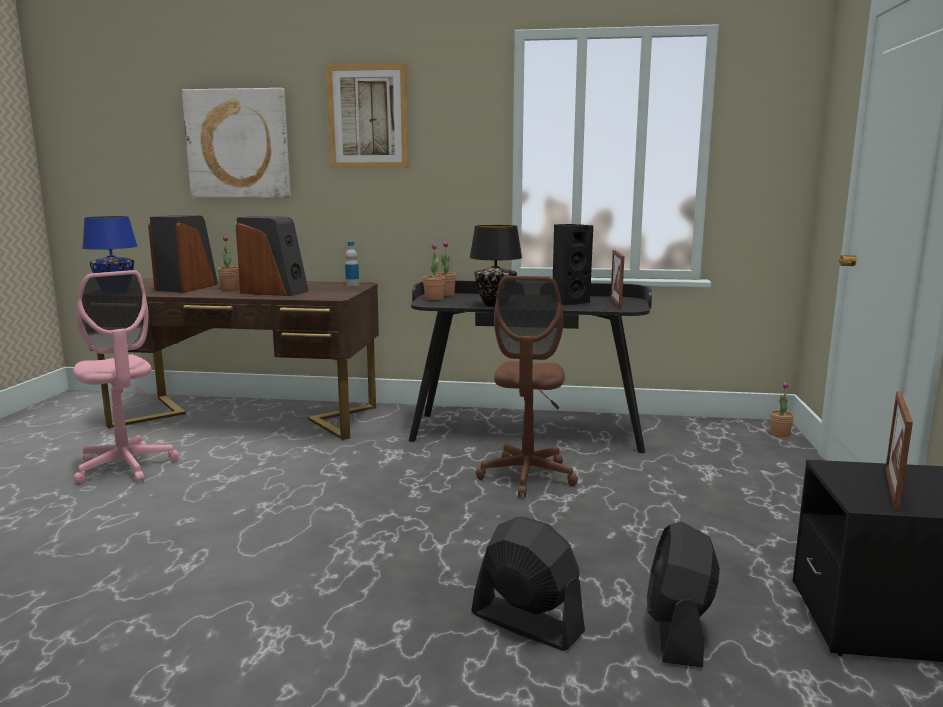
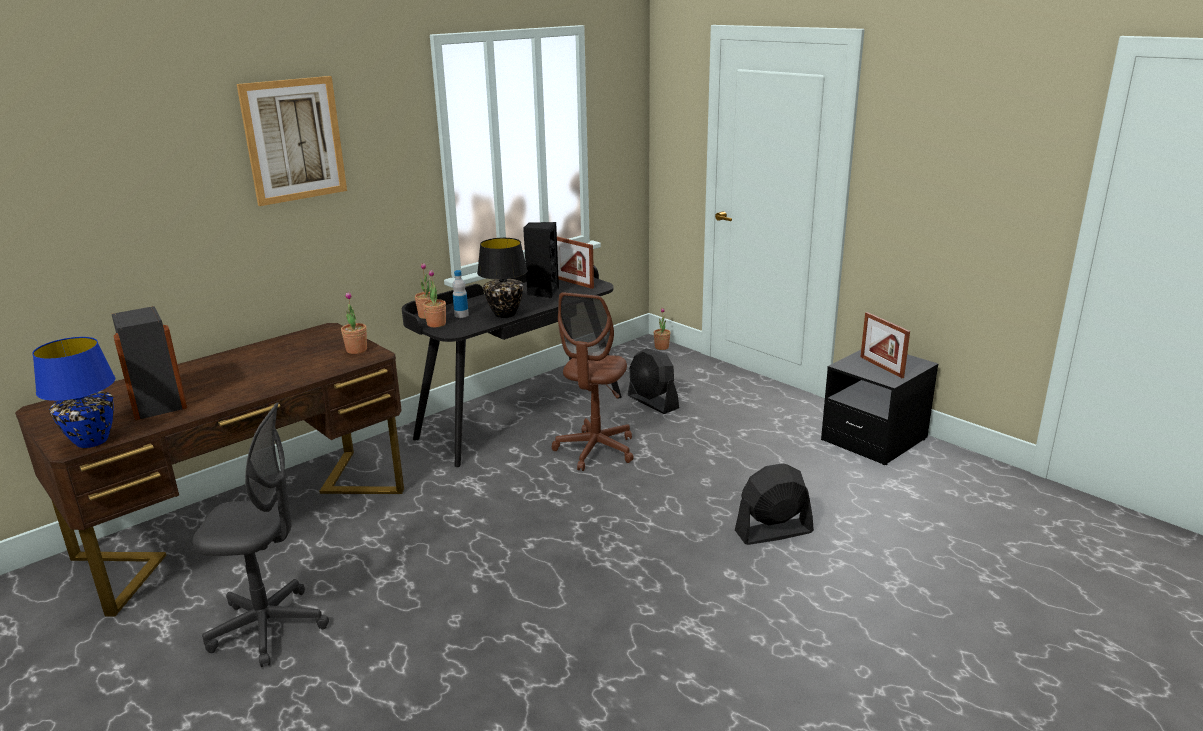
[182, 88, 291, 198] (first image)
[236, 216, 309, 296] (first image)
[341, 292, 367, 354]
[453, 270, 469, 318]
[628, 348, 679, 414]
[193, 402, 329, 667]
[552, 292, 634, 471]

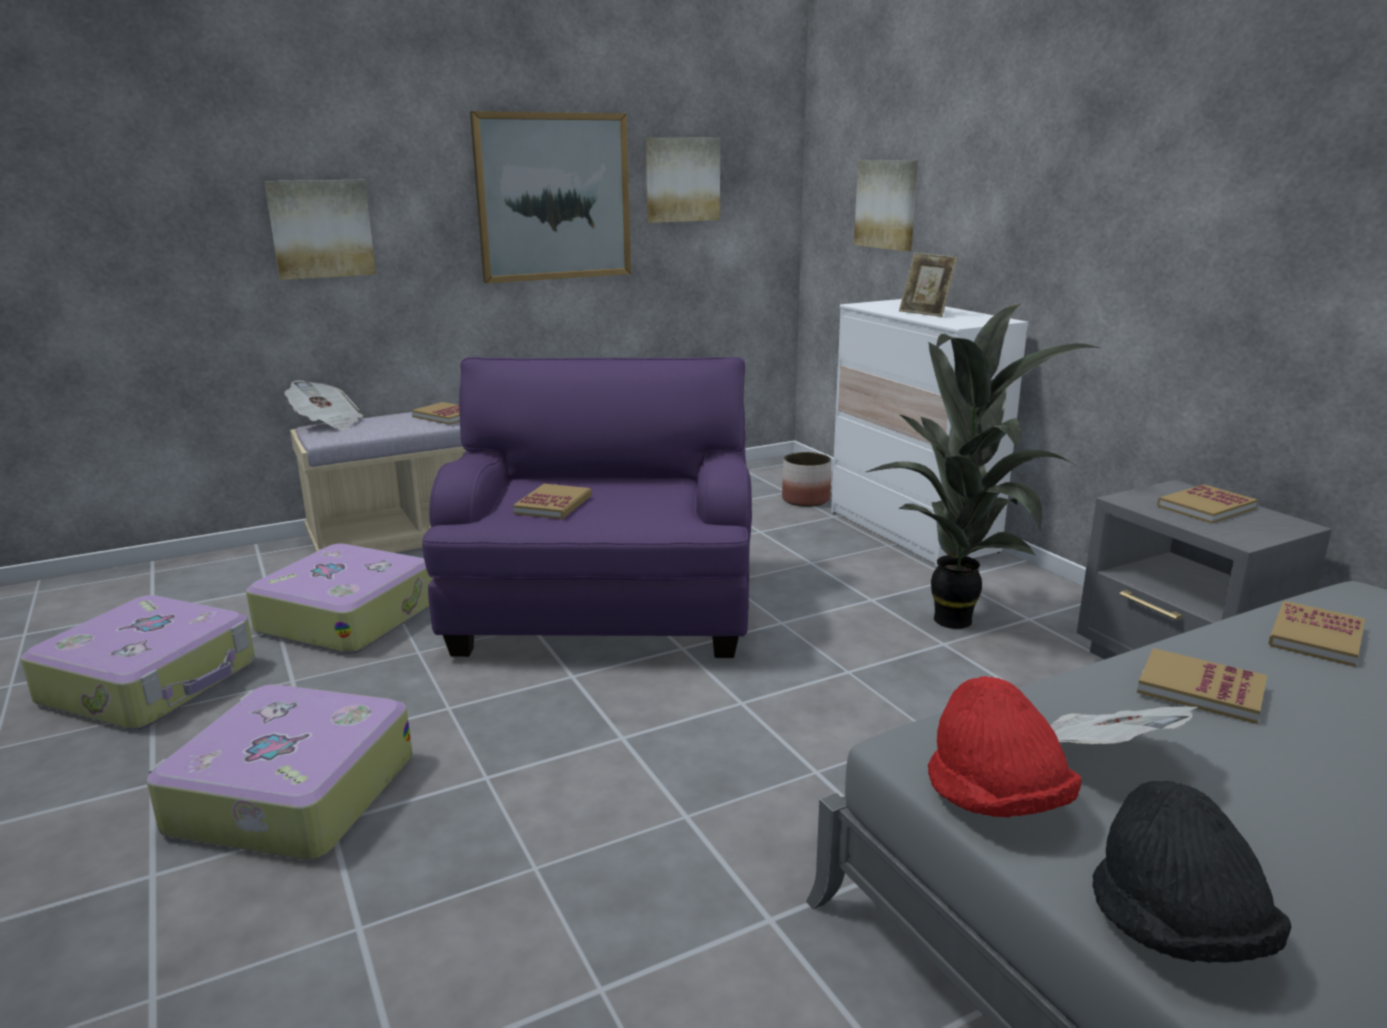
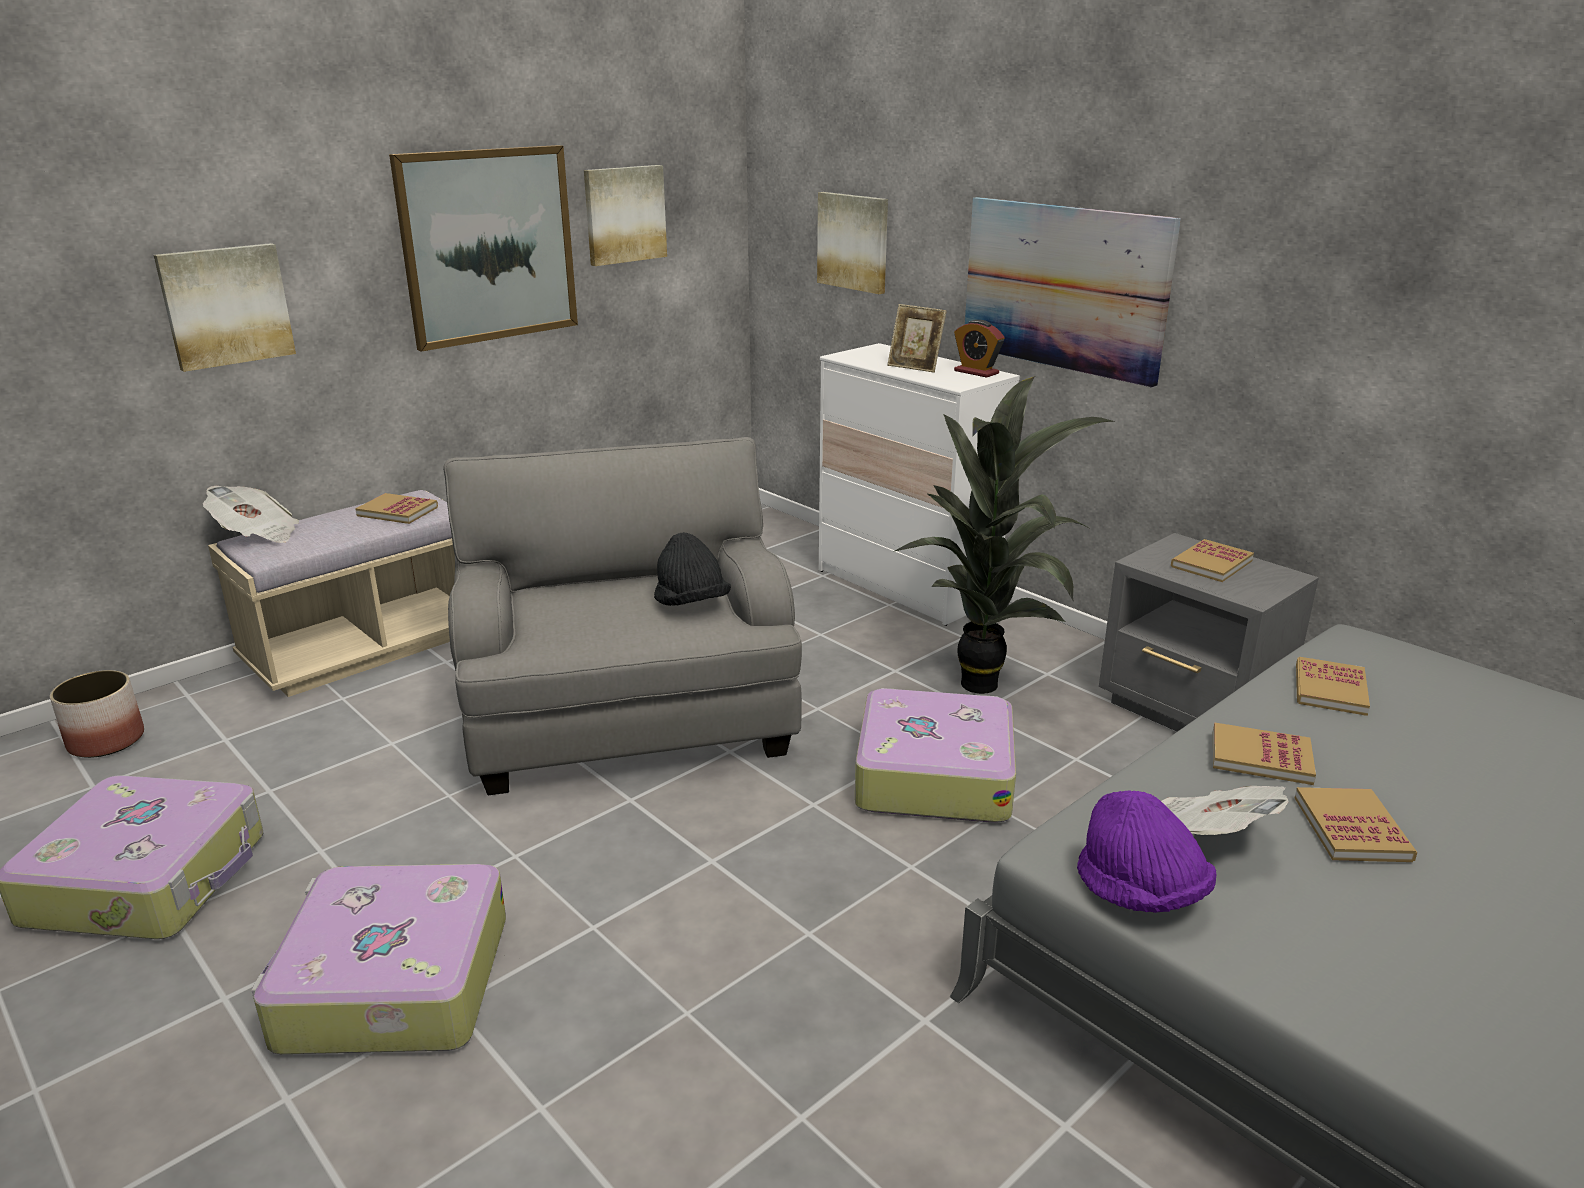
[954, 320, 1005, 378]
[965, 197, 1181, 387]
[855, 688, 1016, 823]
[1295, 787, 1418, 862]
[50, 670, 144, 758]
[654, 532, 731, 606]
[443, 437, 802, 795]
[1077, 791, 1217, 913]

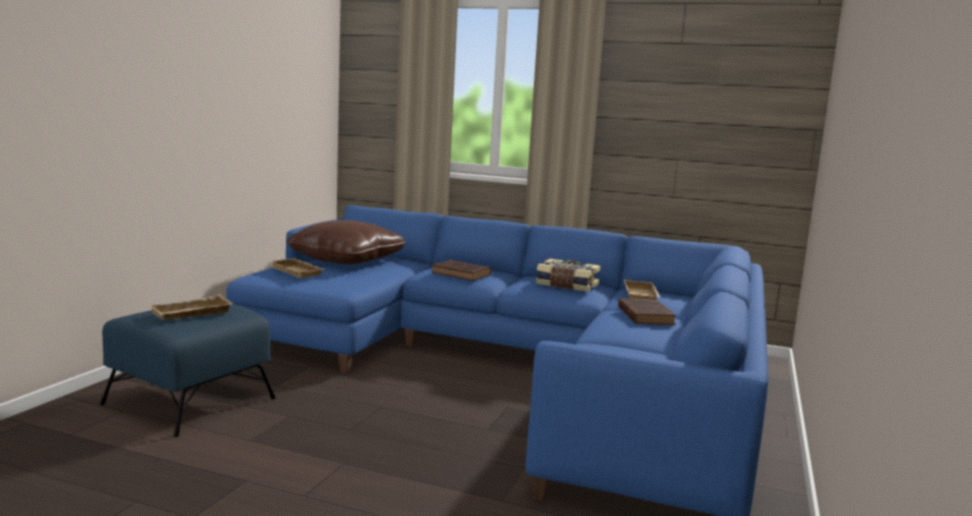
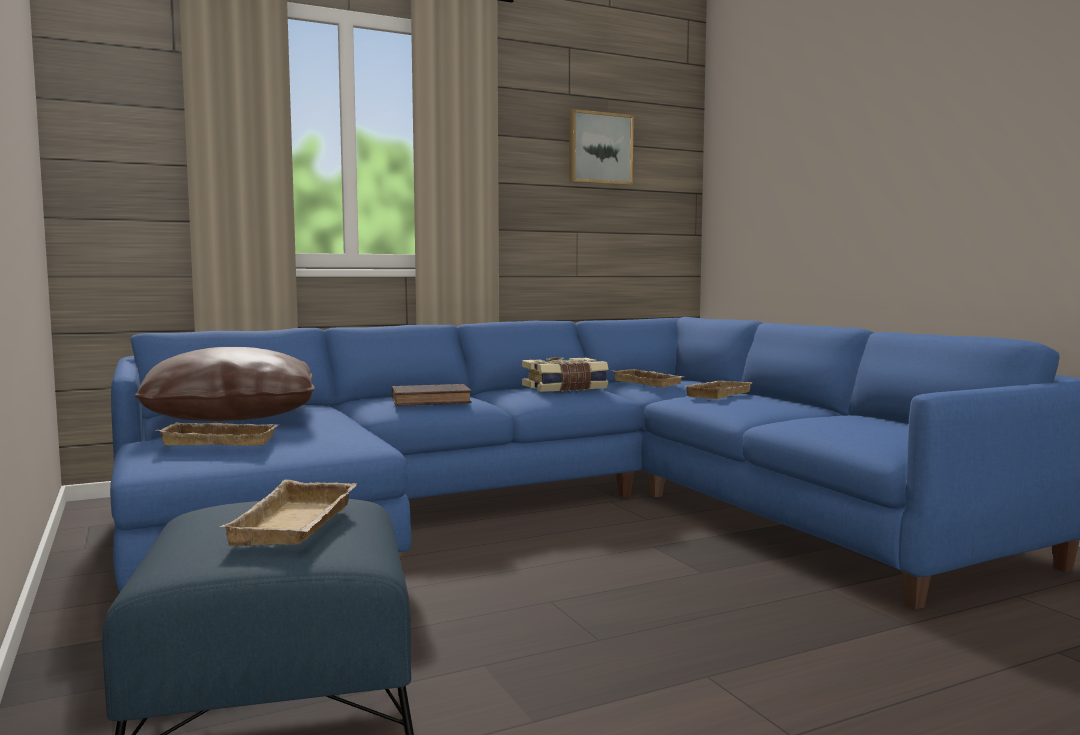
[569, 109, 634, 185]
[685, 381, 753, 399]

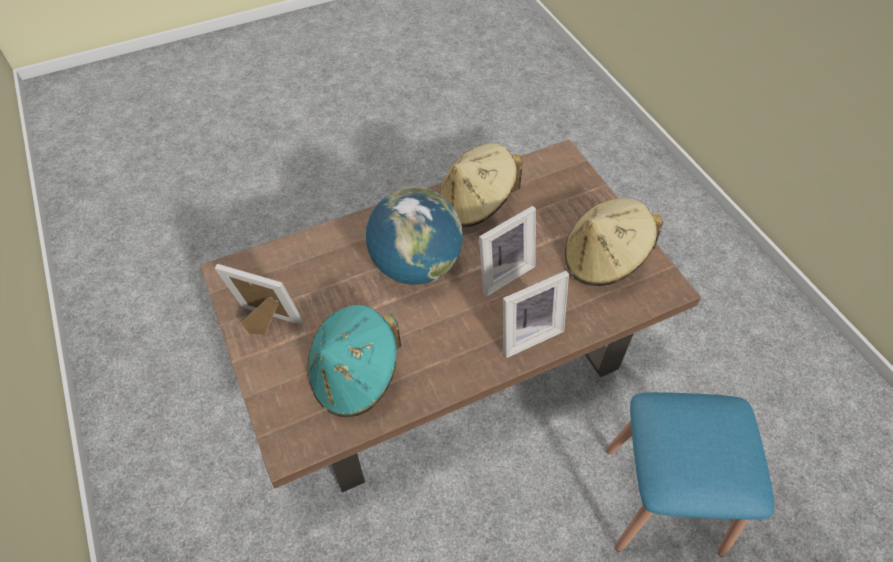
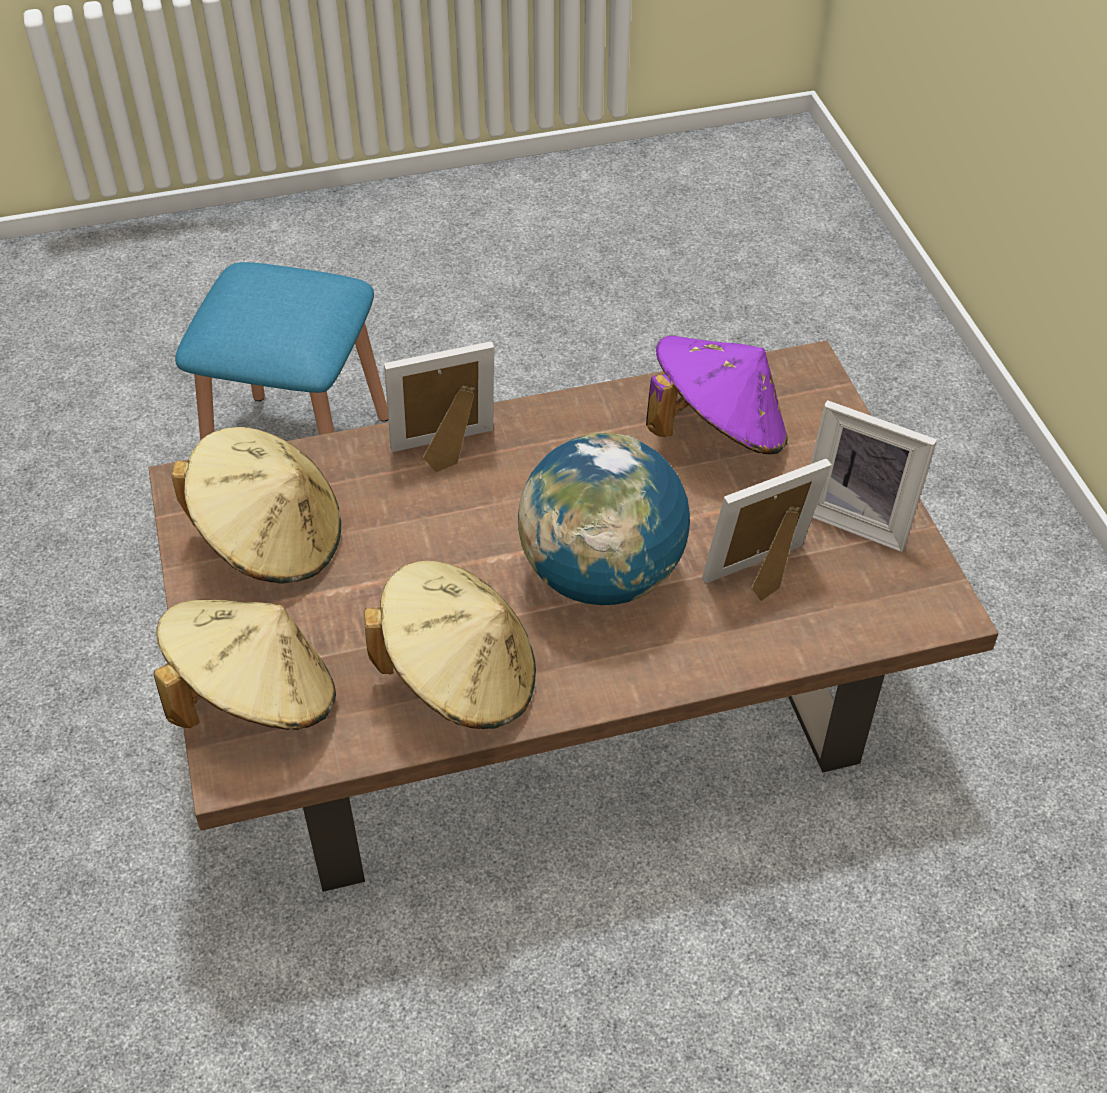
[154, 600, 336, 730]
[702, 459, 832, 601]
[646, 336, 788, 454]

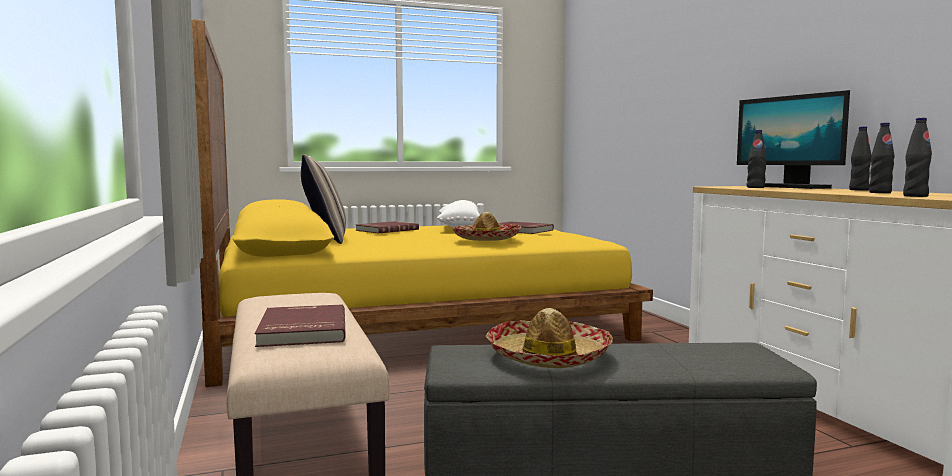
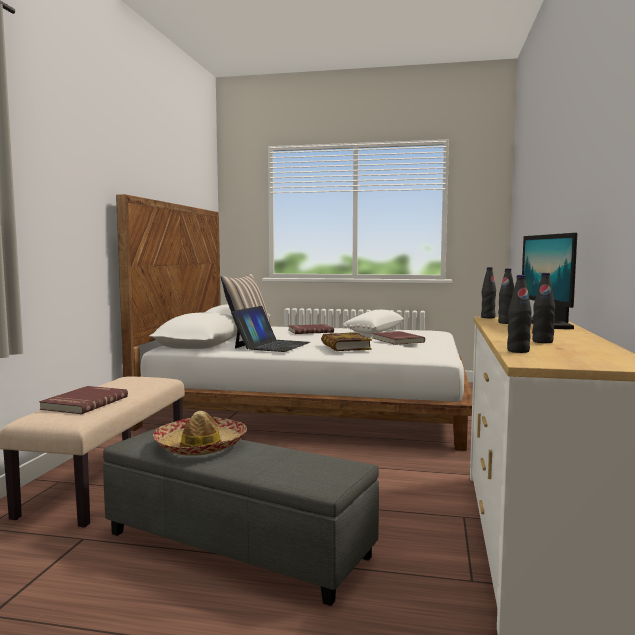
[231, 306, 310, 352]
[481, 267, 496, 318]
[321, 332, 372, 351]
[116, 194, 472, 451]

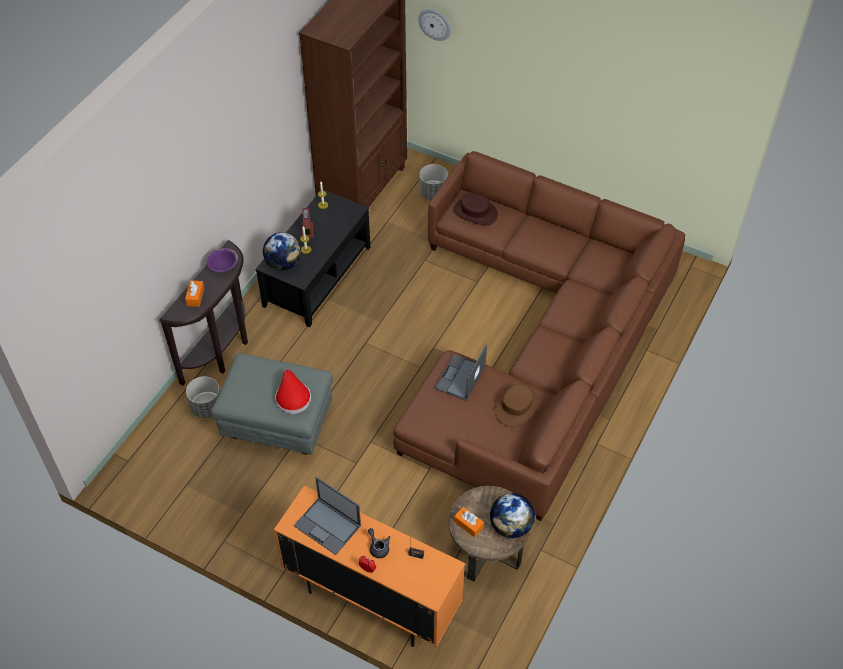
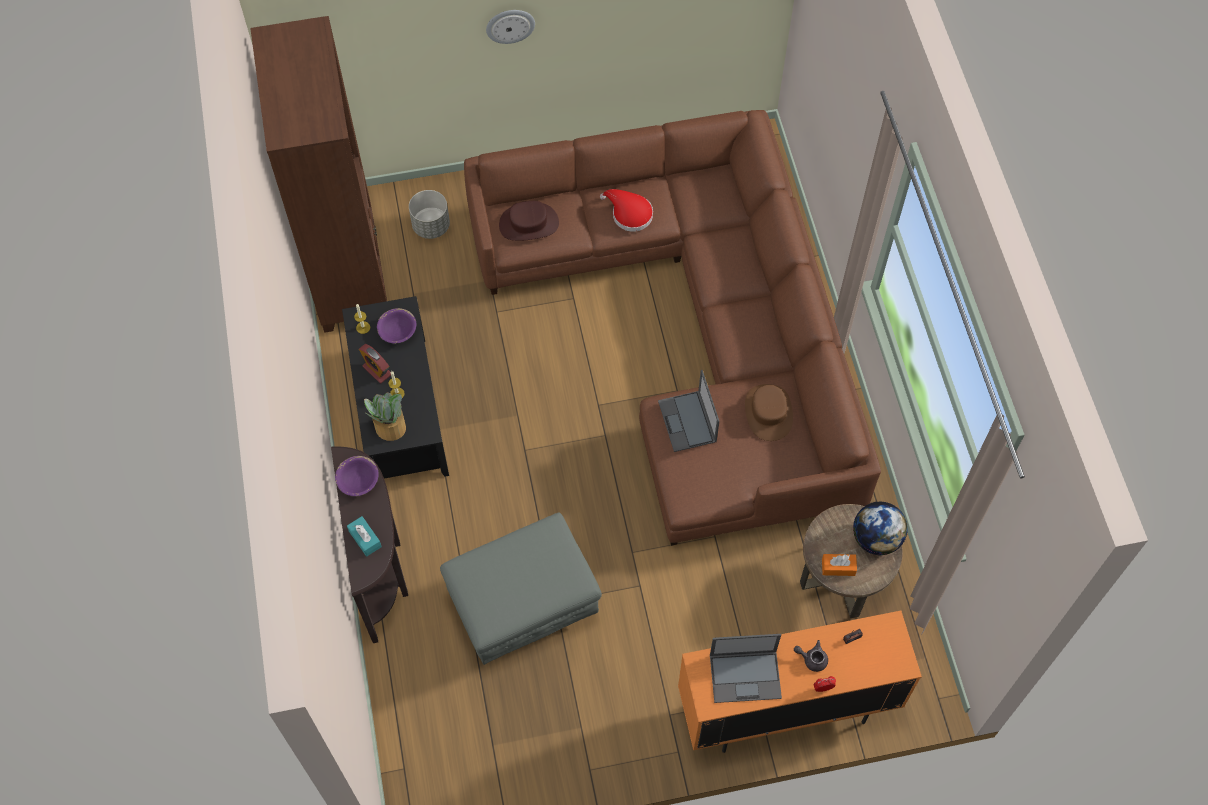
[186, 376, 220, 418] (first image)
[377, 308, 416, 344]
[600, 189, 653, 232]
[486, 10, 535, 44]
[364, 392, 406, 441]
[347, 516, 382, 556]

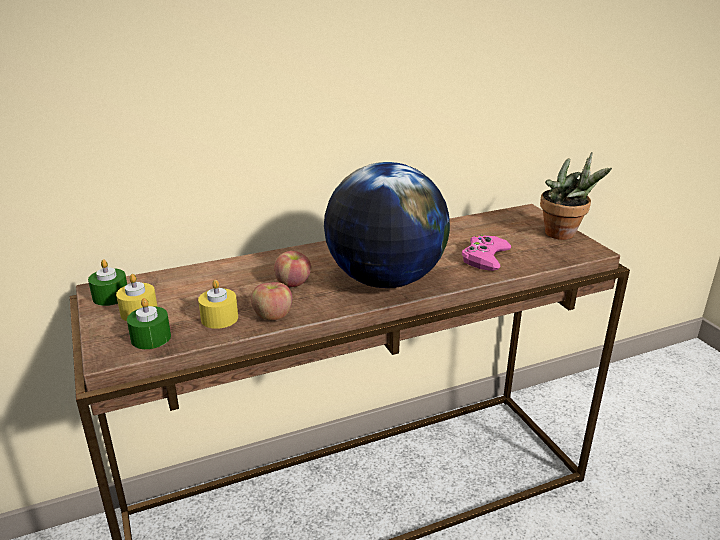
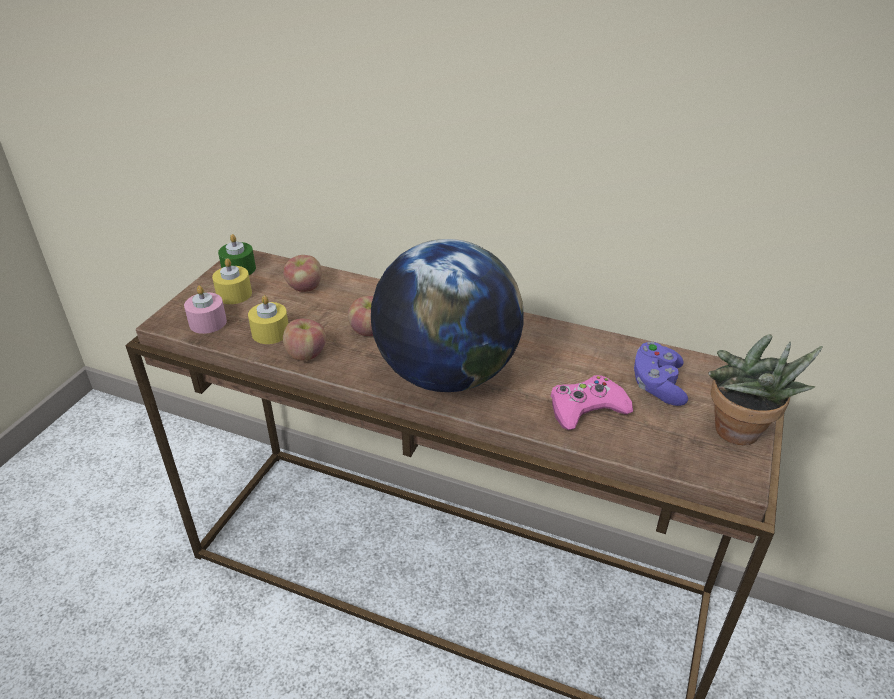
[283, 255, 322, 292]
[634, 342, 688, 406]
[184, 286, 227, 334]

